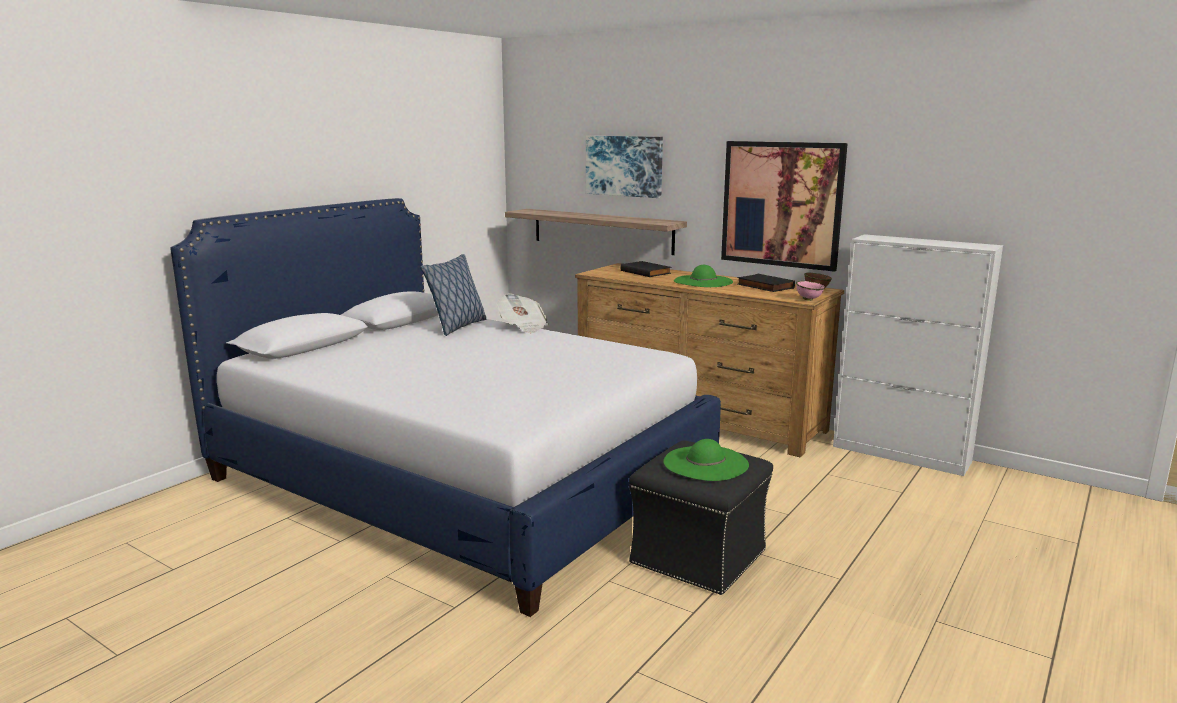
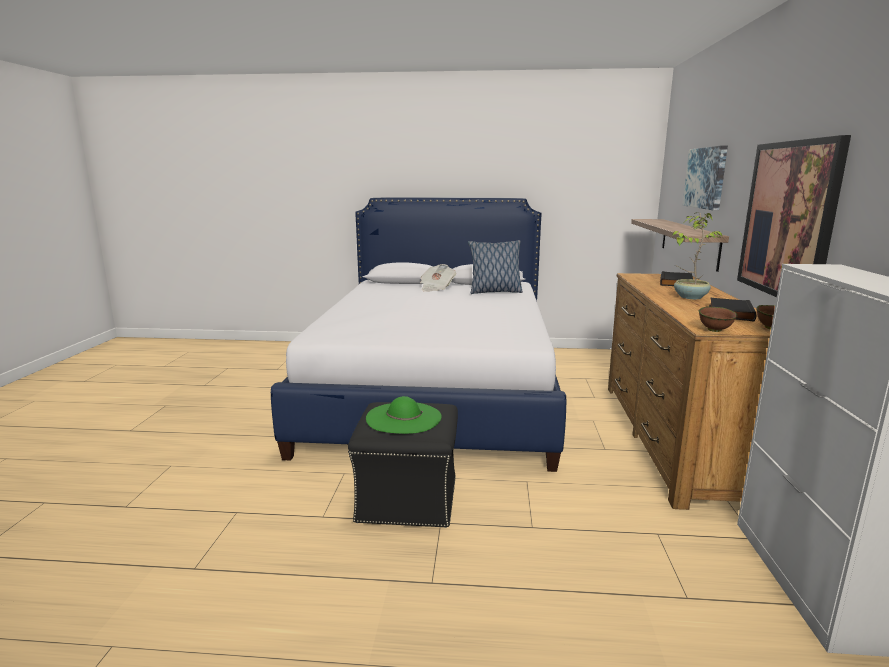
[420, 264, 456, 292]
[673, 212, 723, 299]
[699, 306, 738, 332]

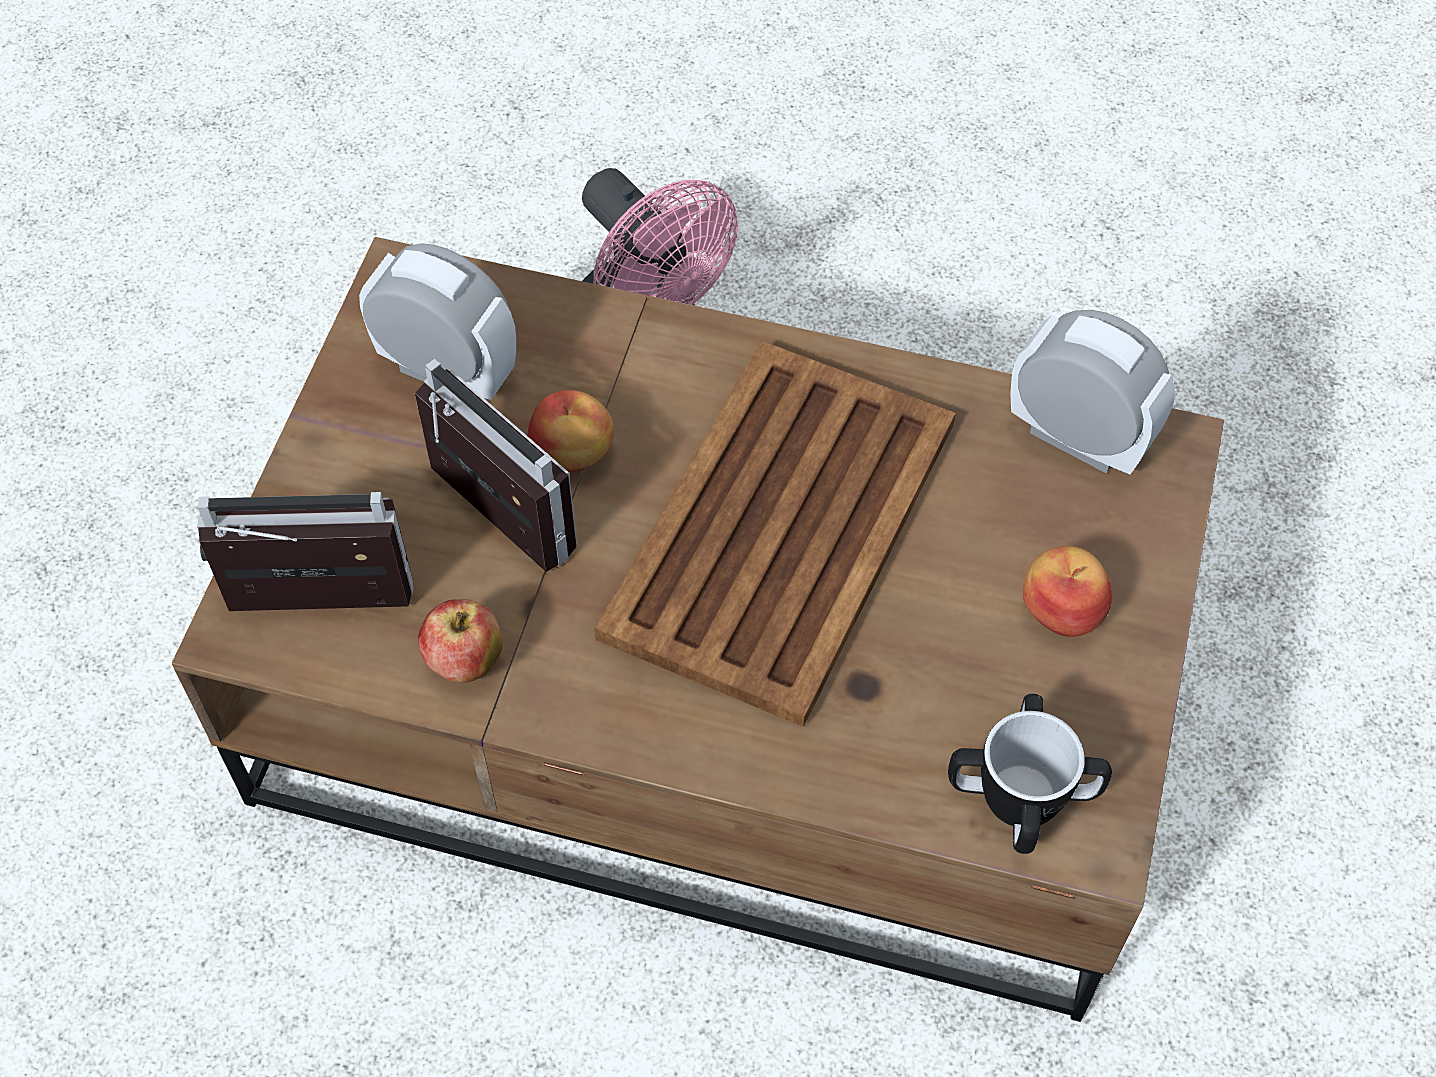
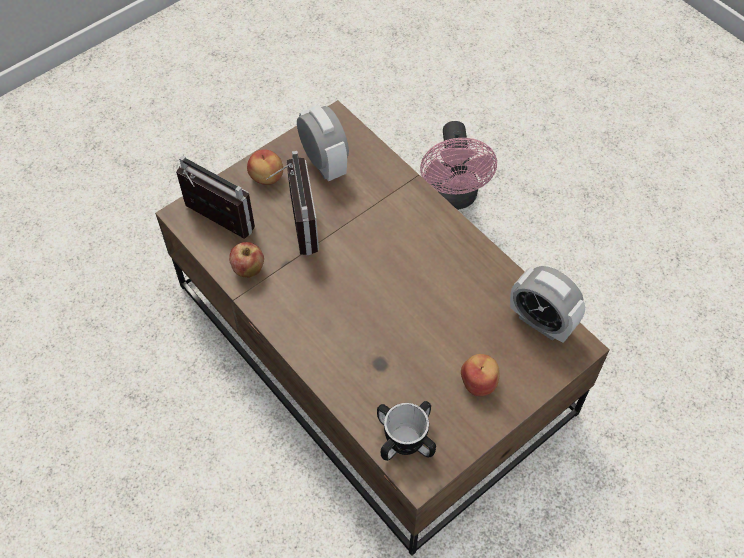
[595, 341, 956, 727] (first image)
[247, 149, 283, 185]
[510, 266, 585, 343]

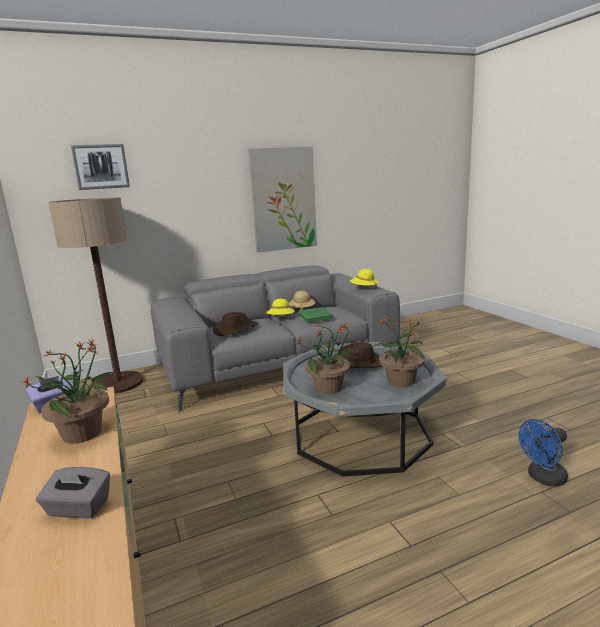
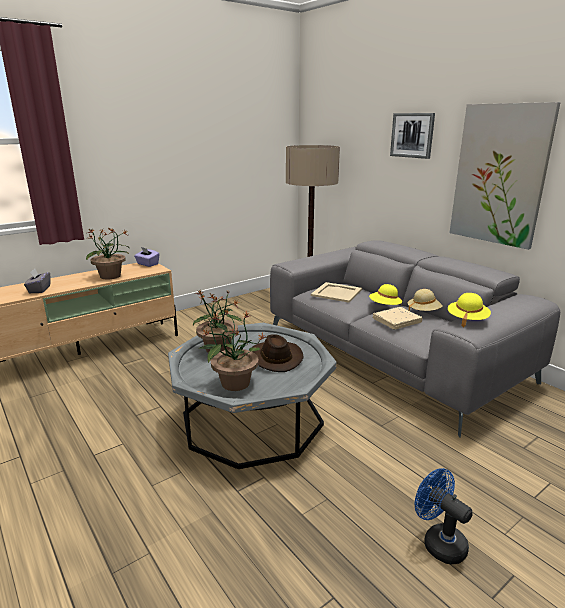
[390, 113, 435, 159]
[415, 468, 473, 564]
[311, 282, 362, 302]
[373, 307, 422, 329]

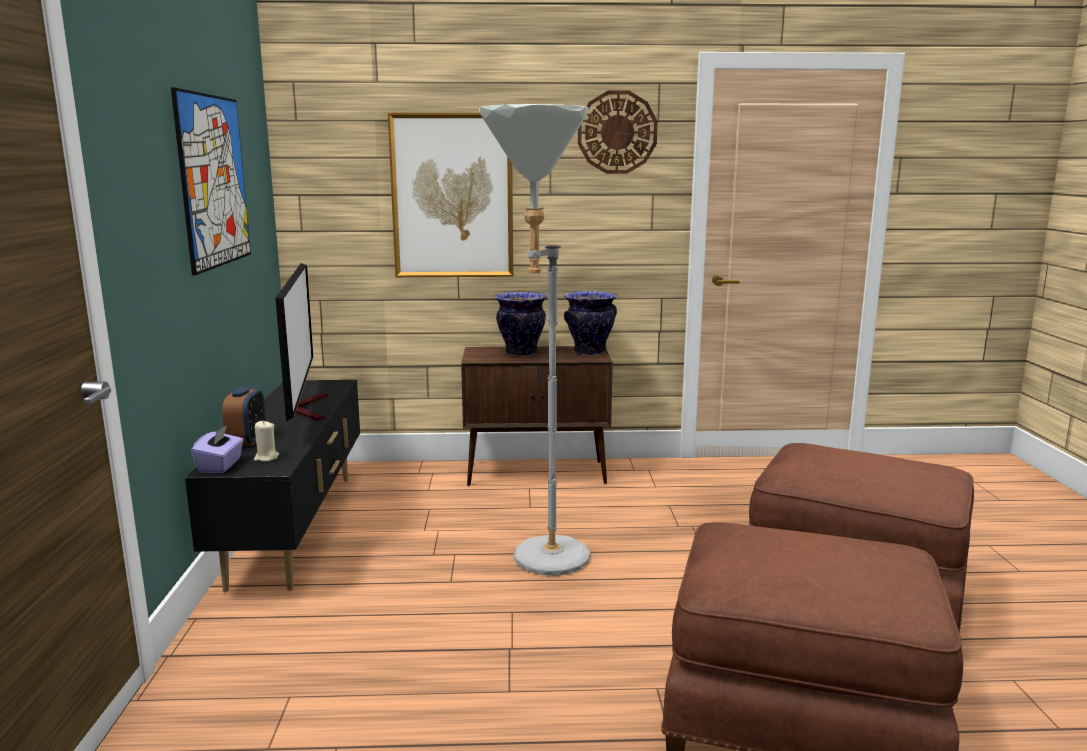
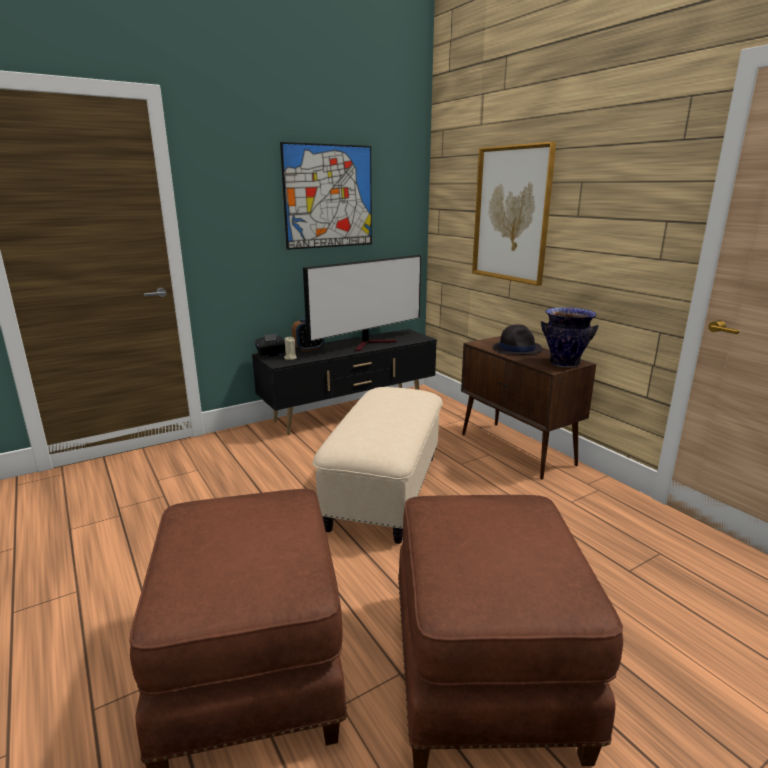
[578, 90, 658, 174] (first image)
[313, 387, 443, 544]
[493, 324, 543, 355]
[255, 334, 285, 357]

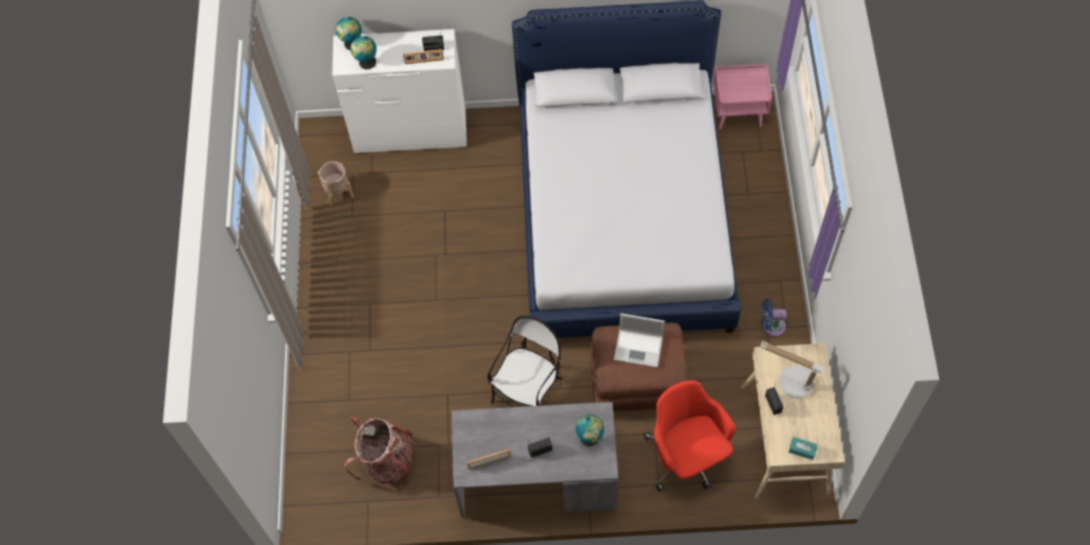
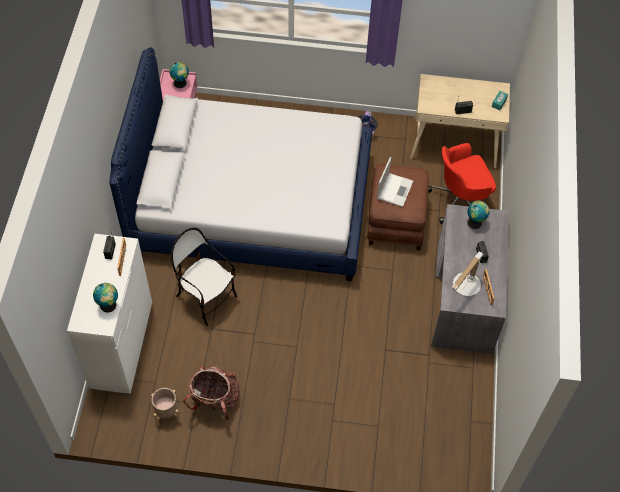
[169, 62, 189, 88]
[183, 366, 240, 420]
[171, 228, 237, 326]
[452, 252, 483, 297]

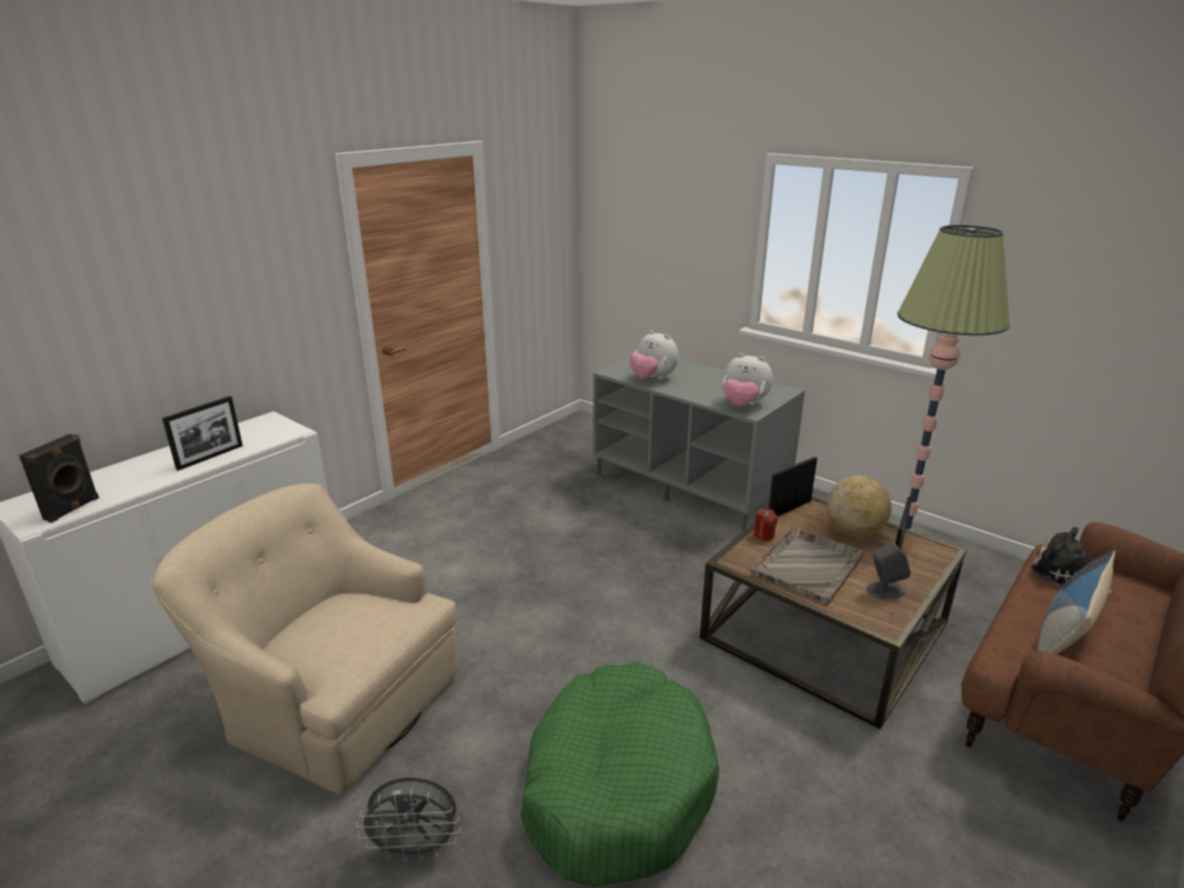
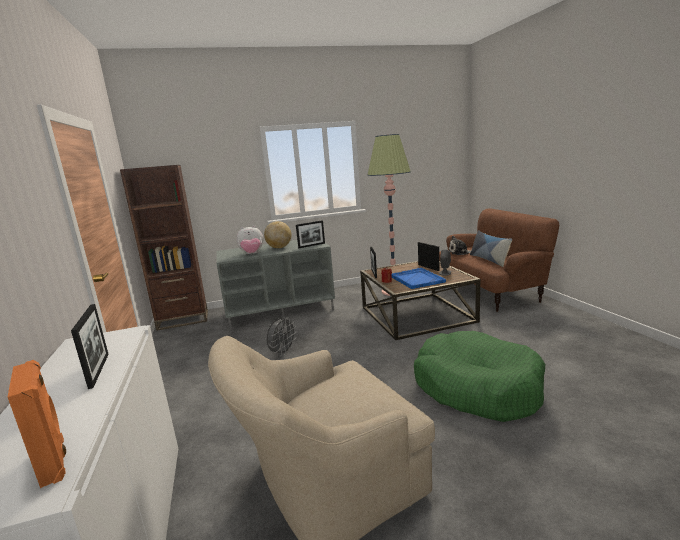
[120, 165, 208, 331]
[267, 317, 297, 355]
[264, 221, 292, 248]
[296, 220, 325, 248]
[8, 360, 66, 488]
[392, 268, 446, 289]

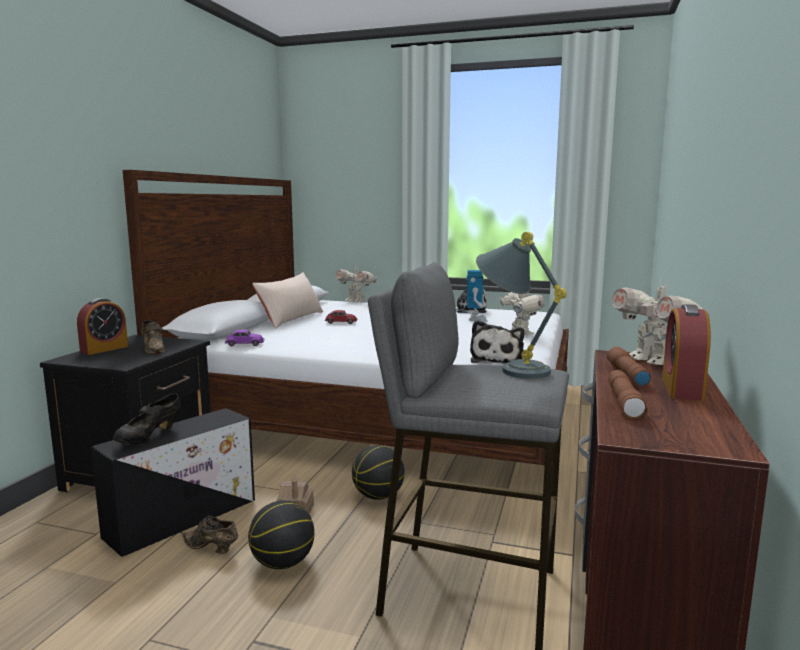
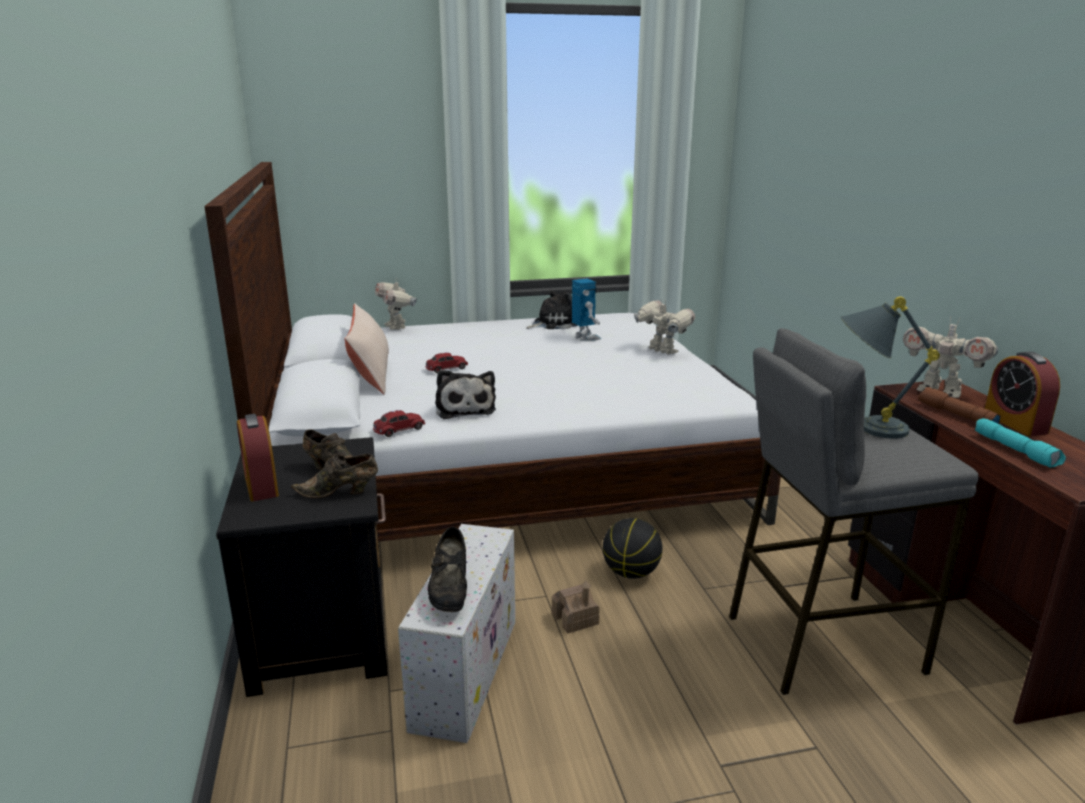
[248, 501, 314, 569] (first image)
[291, 454, 378, 498]
[435, 370, 496, 419]
[398, 524, 515, 743]
[373, 410, 425, 437]
[975, 418, 1066, 468]
[237, 414, 279, 502]
[375, 277, 417, 330]

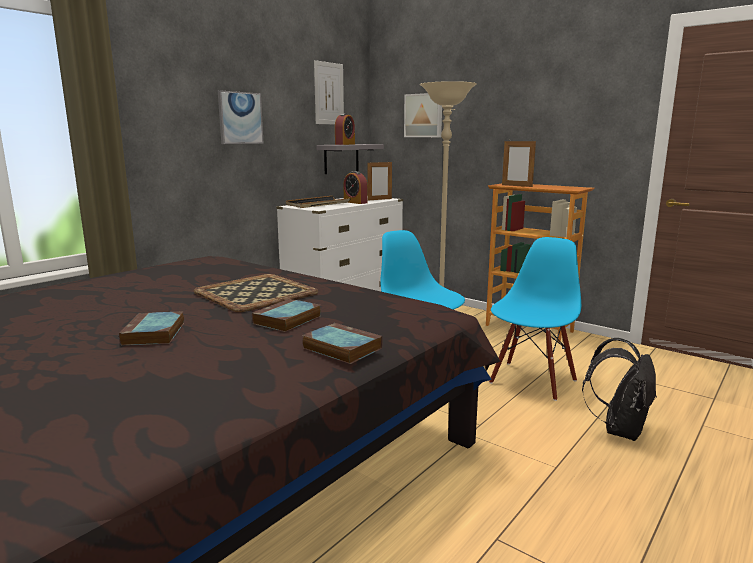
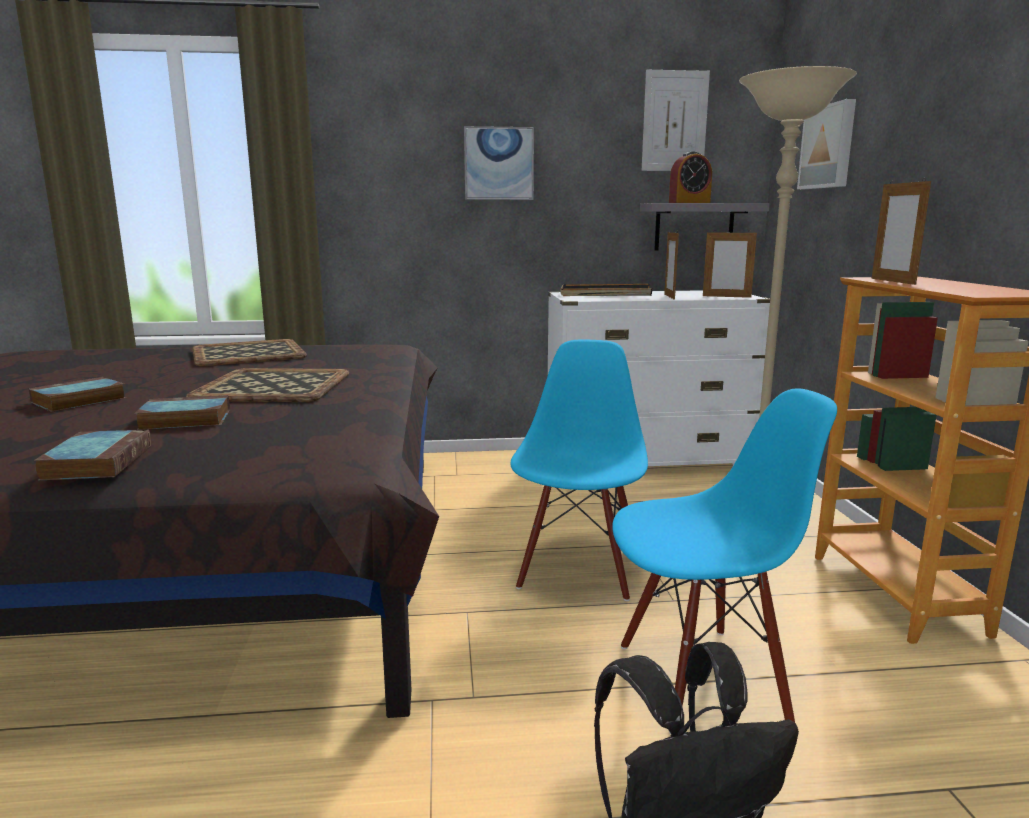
[192, 339, 307, 366]
[664, 232, 679, 300]

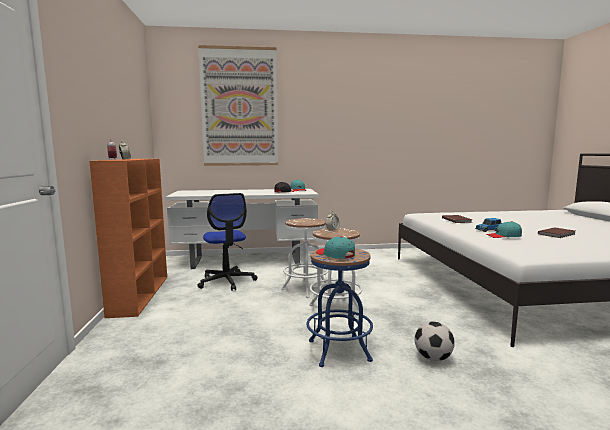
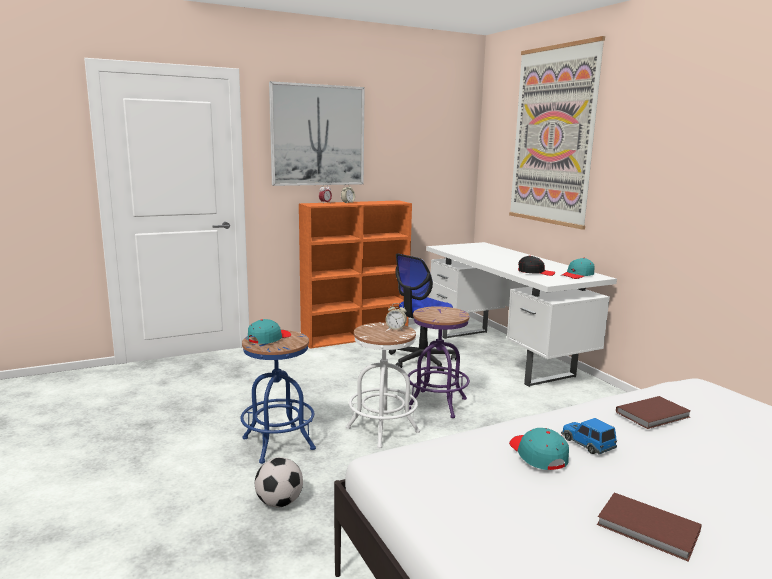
[269, 81, 365, 186]
[408, 306, 470, 418]

